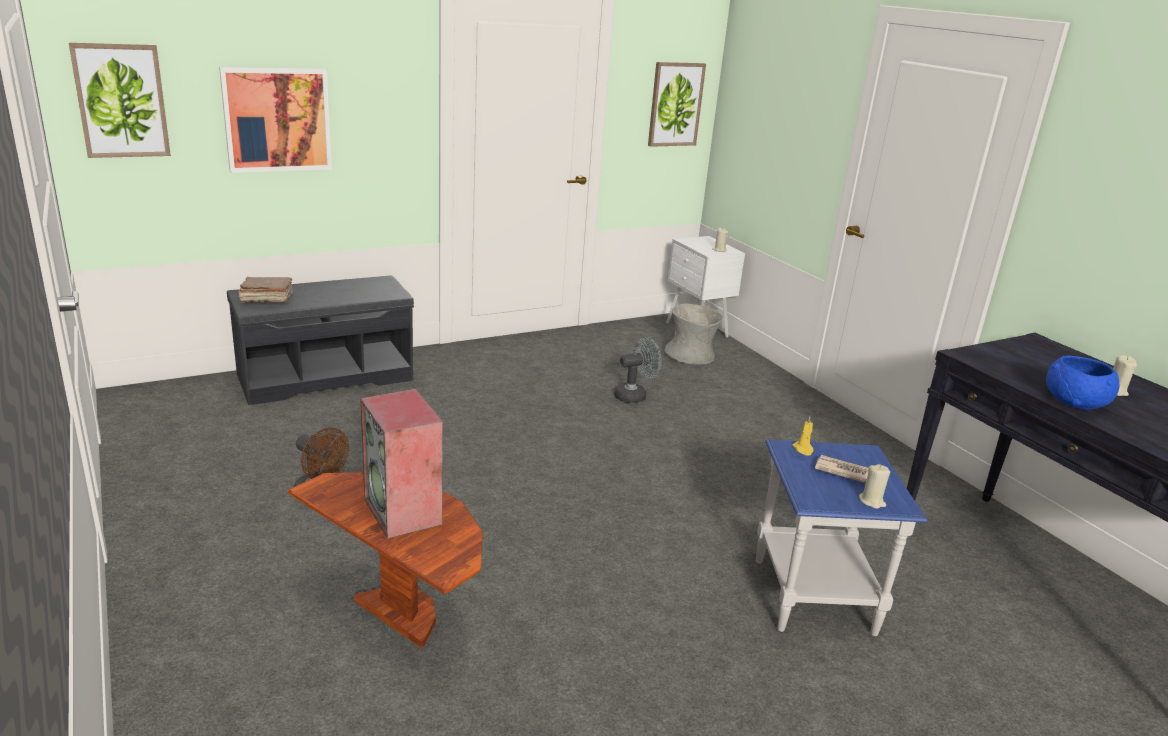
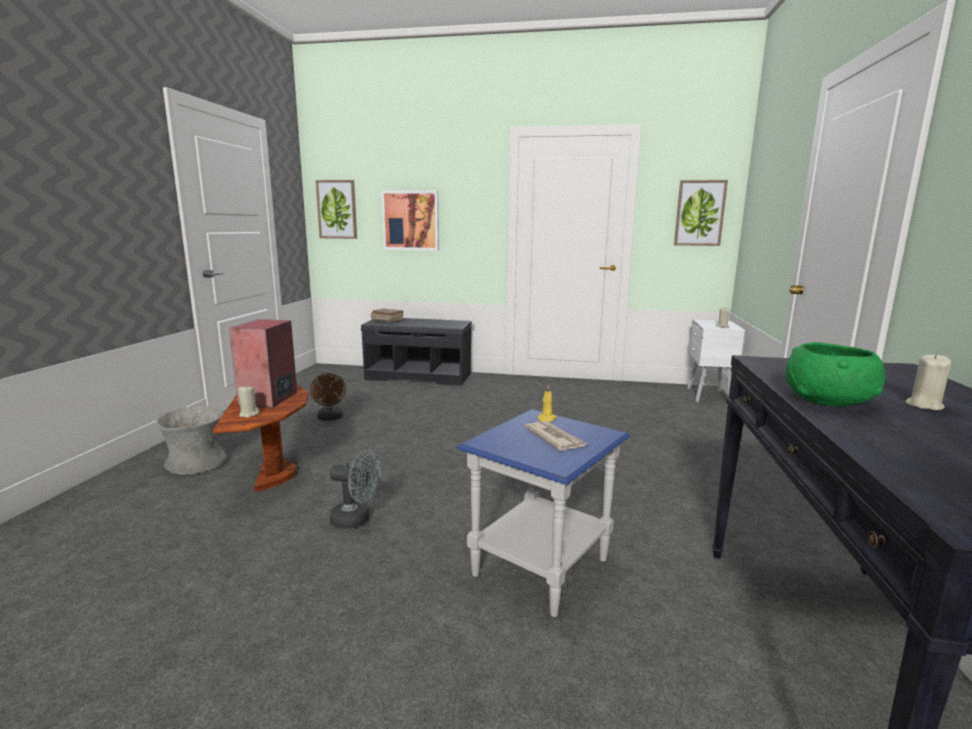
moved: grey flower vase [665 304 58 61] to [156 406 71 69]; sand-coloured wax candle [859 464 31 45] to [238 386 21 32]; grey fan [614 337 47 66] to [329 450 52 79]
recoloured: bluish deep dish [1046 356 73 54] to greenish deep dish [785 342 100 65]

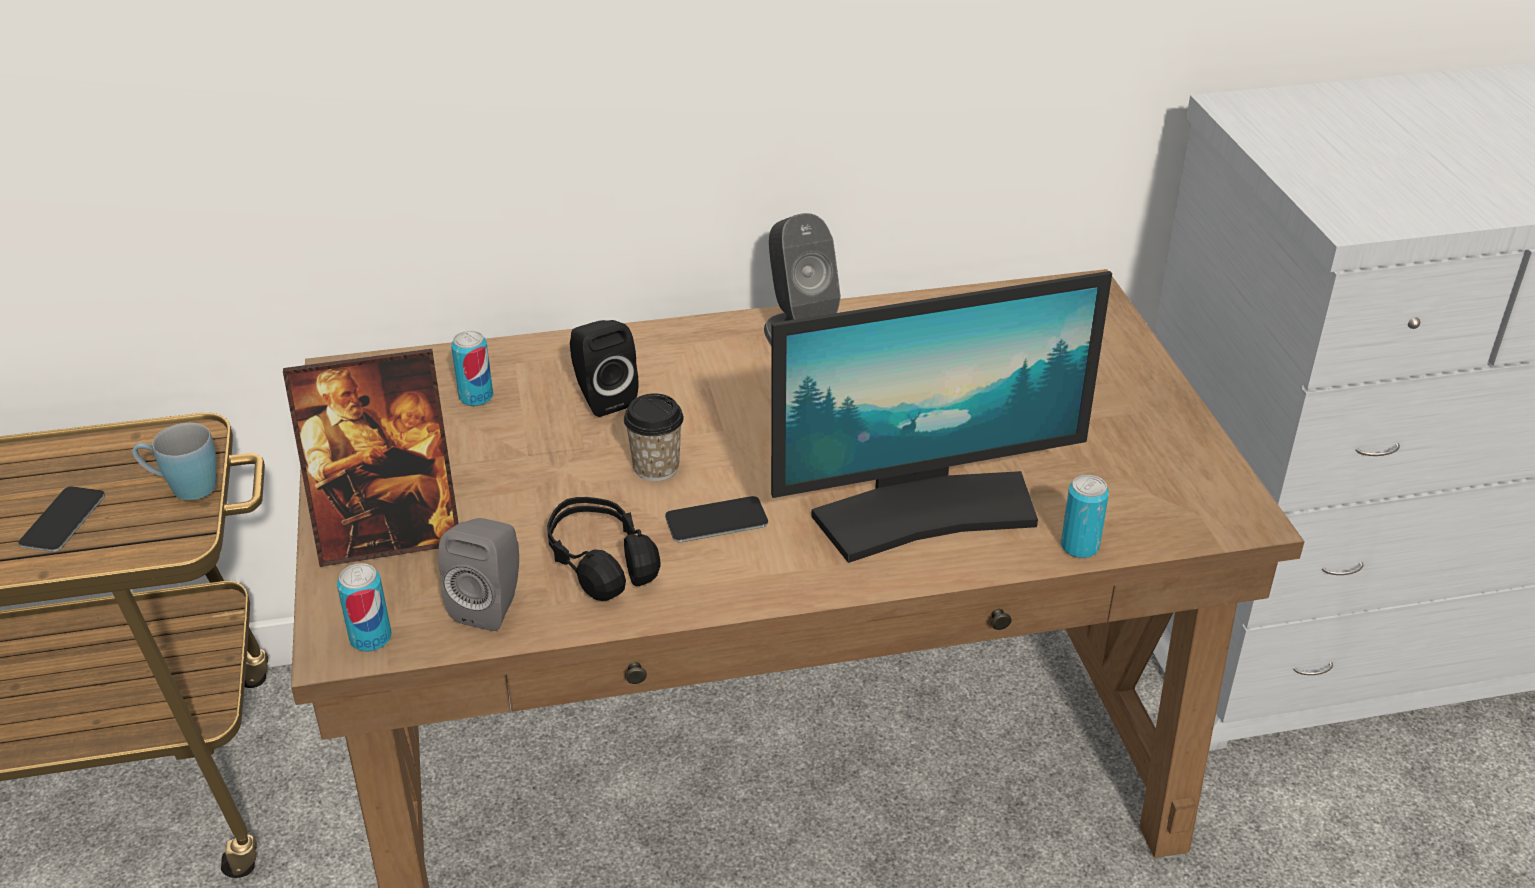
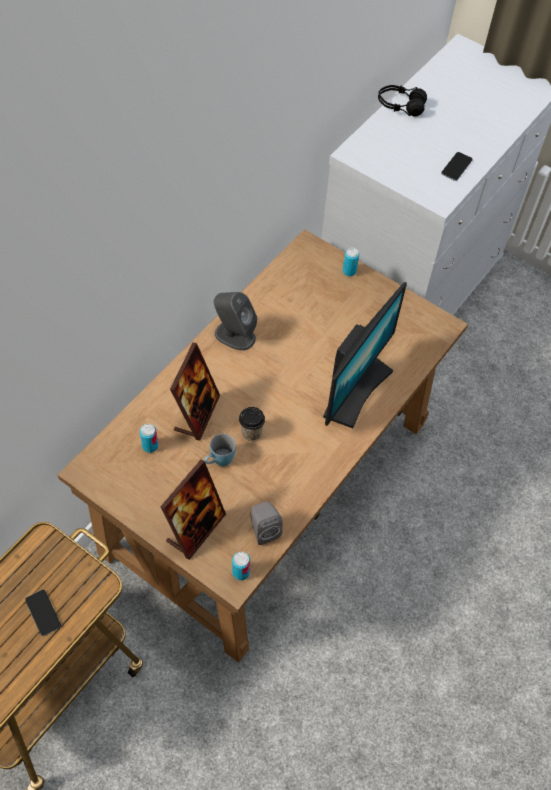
moved: bluish mug [132 423 84 77] to [204 434 32 32]; can [1061 475 48 83] to [343 248 17 28]; blackish headphones [547 497 114 104] to [378 85 49 31]; phone [665 496 103 47] to [441 152 32 29]
replaced: blackish loudspeaker [570 320 69 97] to standing frame [170 343 50 98]

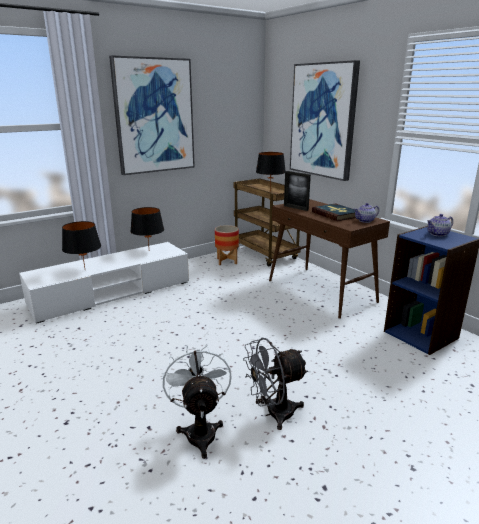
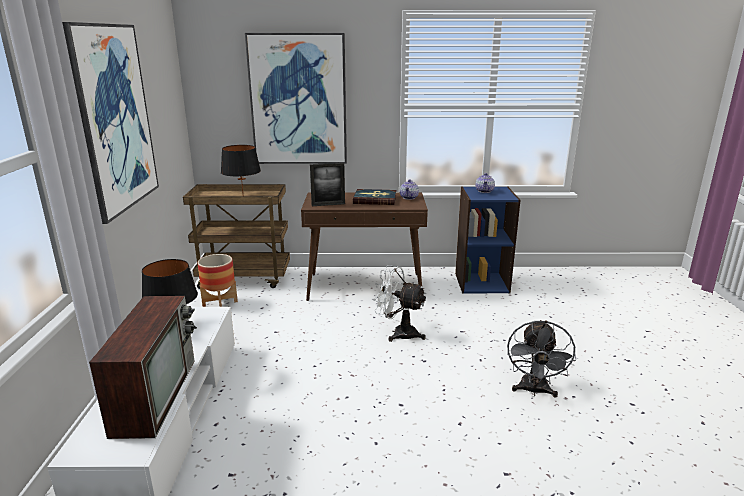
moved: white fan [163 344 69 115] to [373 265 53 77]
replaced: blackish table lamp [62 221 39 47] to TV set [89 296 108 143]

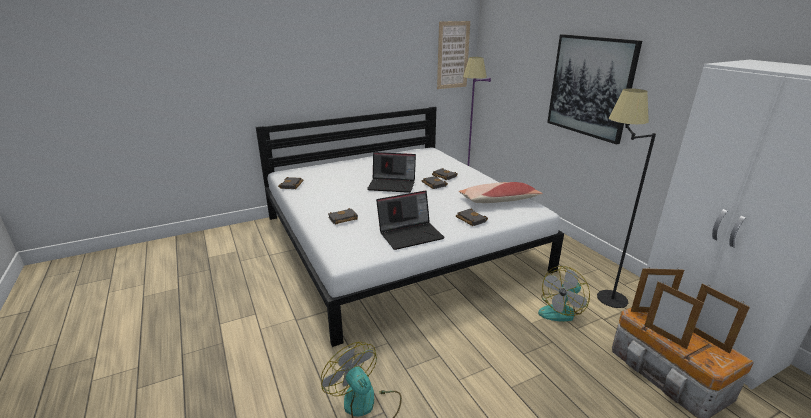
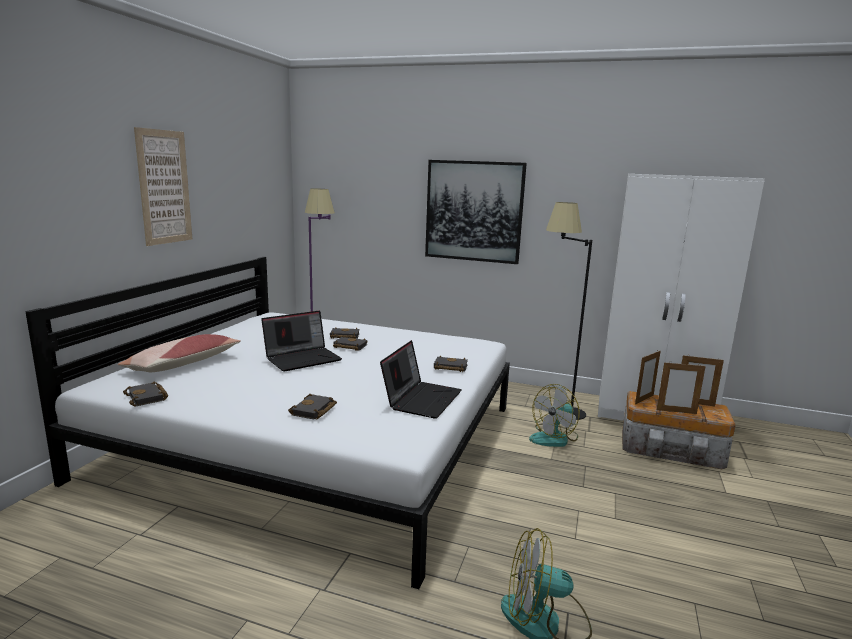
moved: throw pillow [459 182 84 21] to [118 334 123 38]; wall art [437 21 33 68] to [134 127 58 119]
turned: fan [538 266 52 56] = [529 384 51 63] 45 degrees clockwise

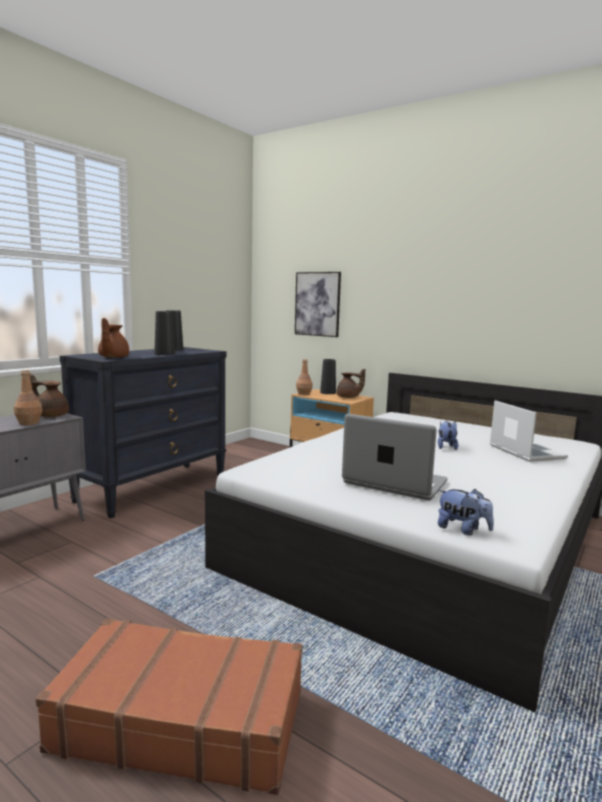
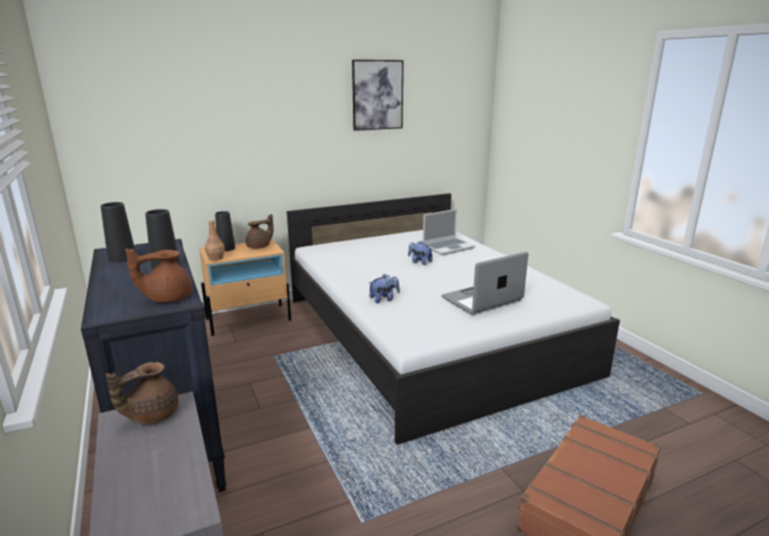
removed: brown bottle [14 370 28 55]
moved: wall art [295 272 46 65] to [352 60 51 71]; plush toy [438 489 56 46] to [369 274 31 29]
turned: brown pot for tea [98 318 31 40] = [125 248 67 54] 120 degrees clockwise; laptop [490 401 78 61] = [423 209 52 46] 135 degrees clockwise

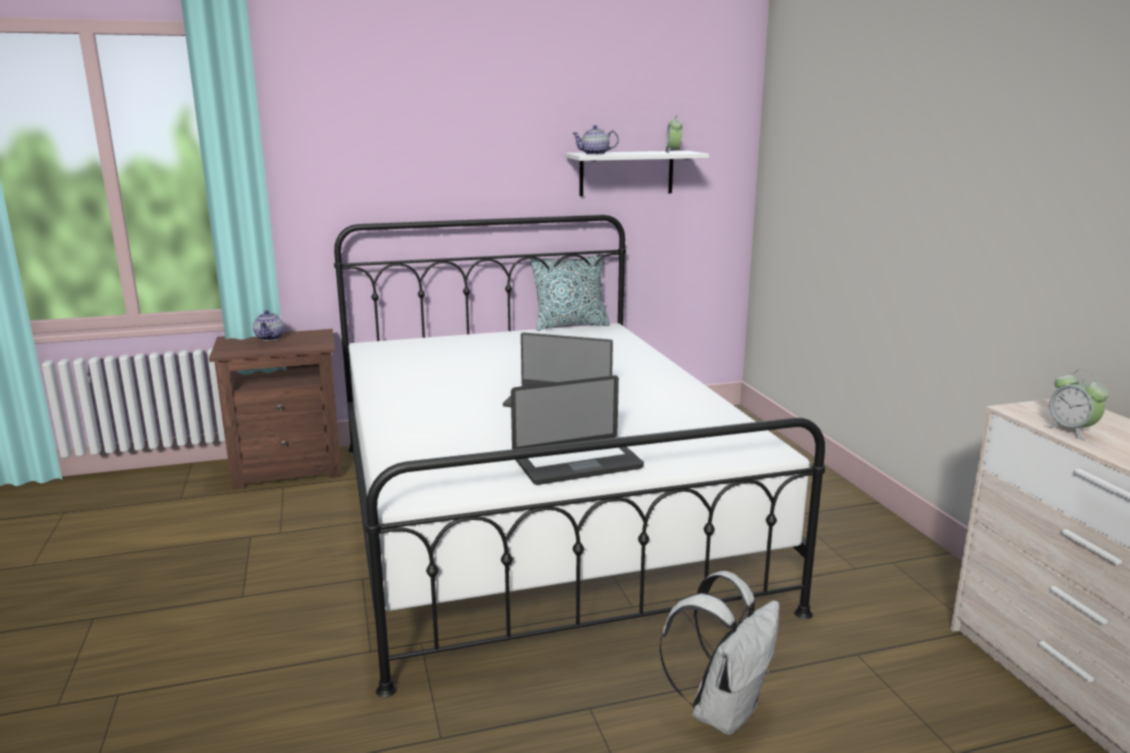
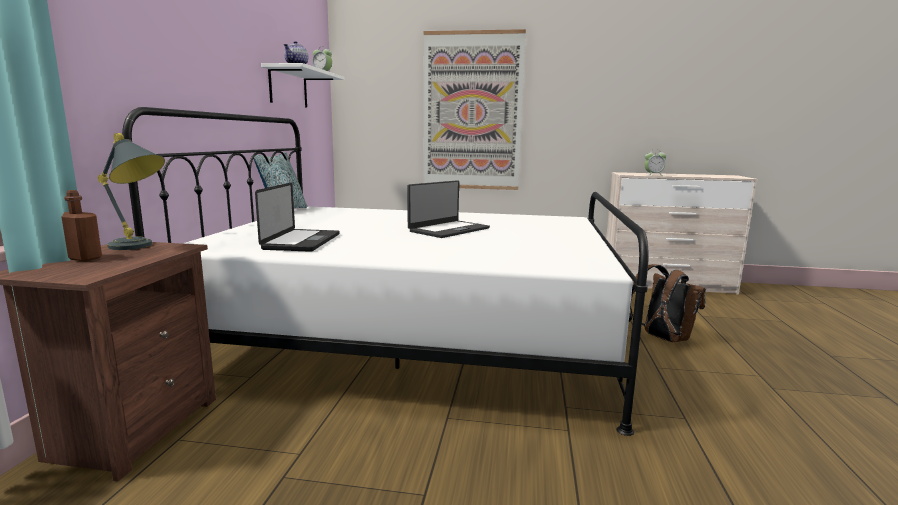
added: grey table lamp [98 133 67 117]; wall art [423 29 103 161]
moved: laptop [511 376 133 109] to [255 182 85 70]
replaced: pot for tea [253 310 31 31] to brown bottle [61 190 41 72]
recoloured: white knapsack [659 571 120 164] to brown knapsack [630 264 76 78]

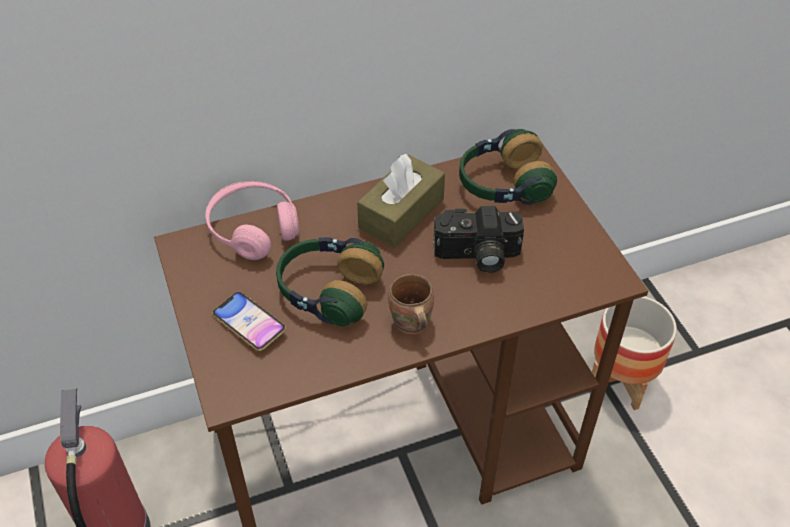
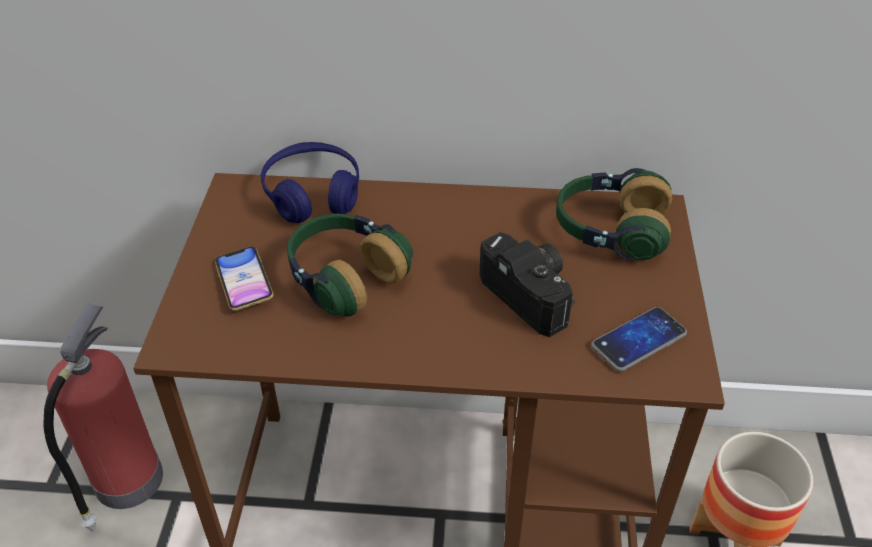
removed: brown tissue holder [357 154 88 94]; brown mug [388 274 46 60]
added: phone [591 307 96 65]
recoloured: pink-coloured headphones [205 181 94 79] to bluish headphones [261 142 98 81]
turned: photo camera [434 206 90 67] = [479 232 96 105] 150 degrees counterclockwise

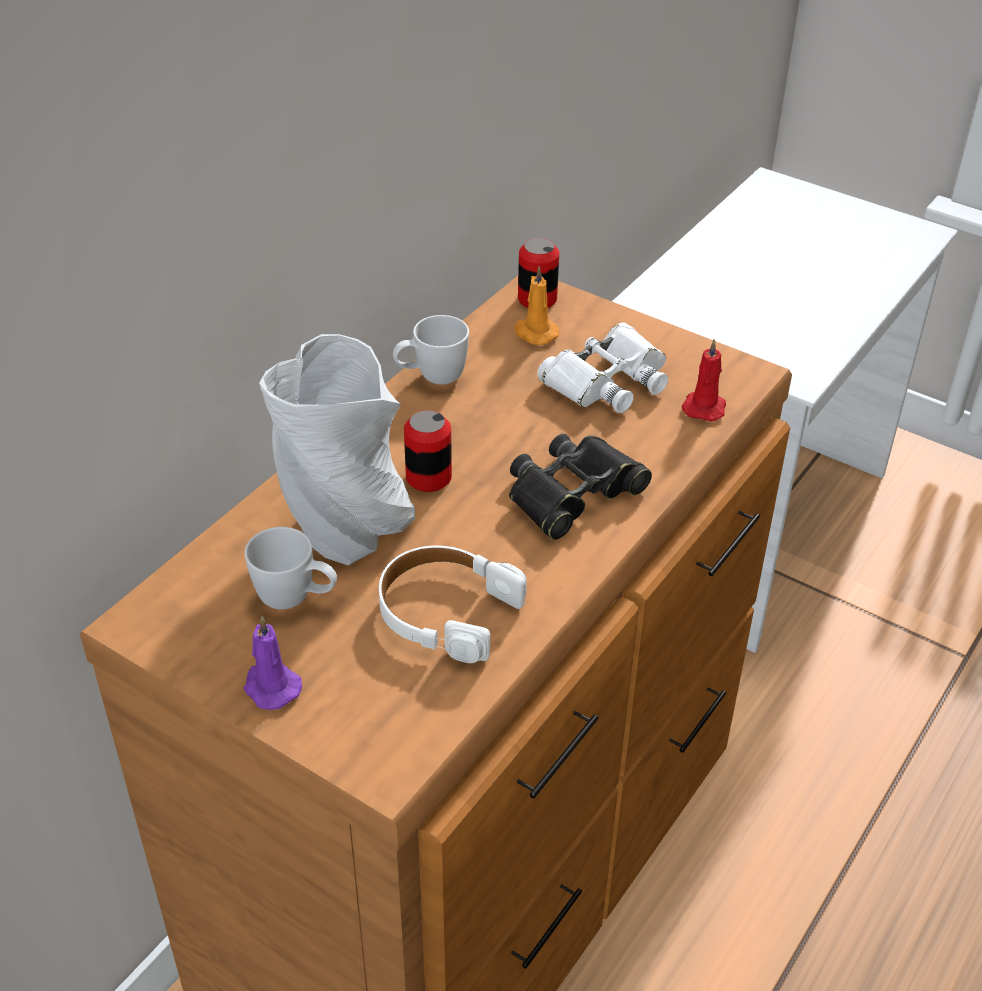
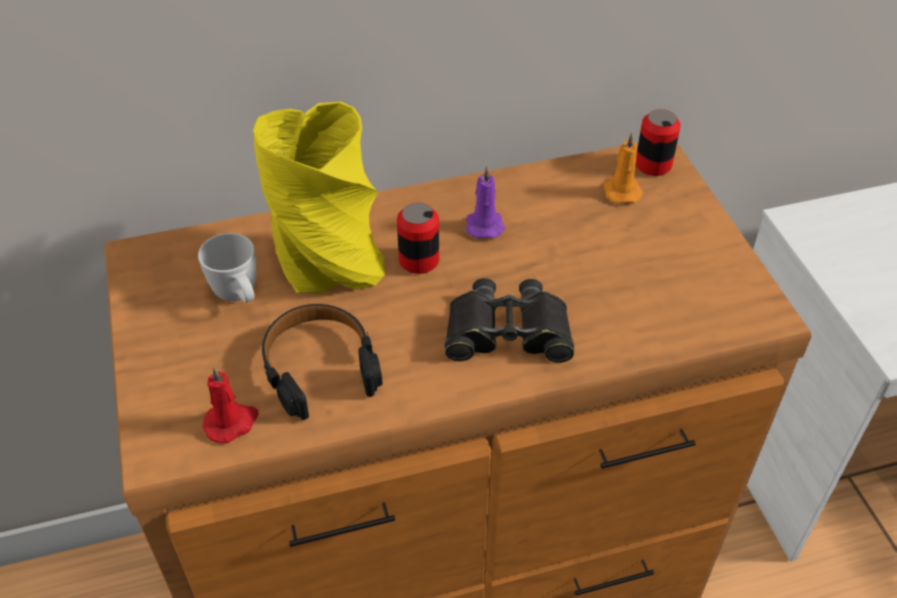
removed: white mug [393 315 76 70]; white binoculars [537 322 131 91]
moved: red-coloured wax candle [682 338 44 84] to [202 366 57 77]; purple-coloured wax candle [243 616 59 94] to [466 166 39 73]
recoloured: grey flower vase [259 334 156 231] to yellowish flower vase [253 102 132 191]; white headphones [379 546 148 117] to blackish headphones [262 304 121 116]

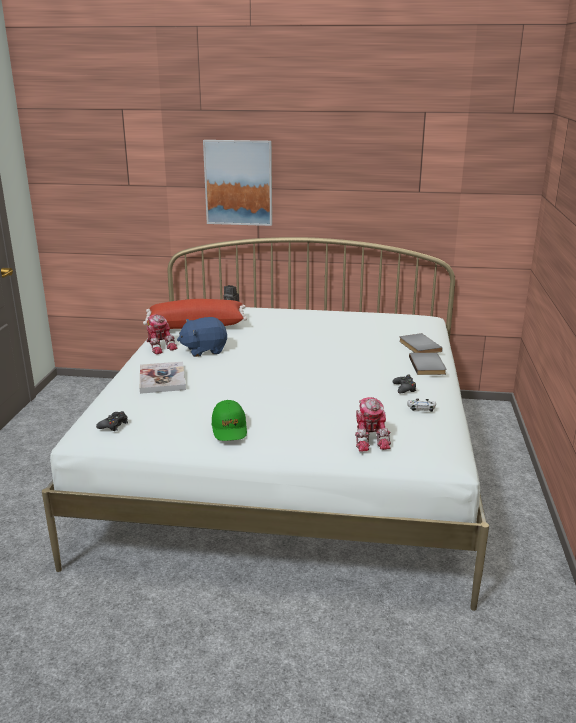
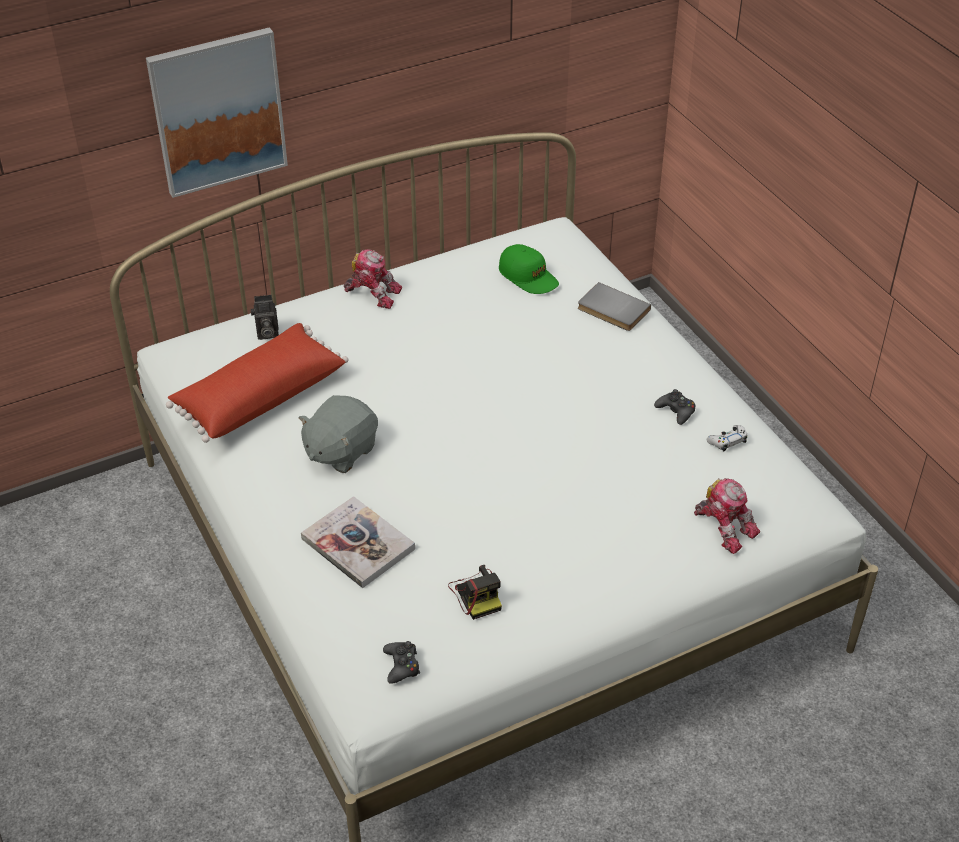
removed: grey volume [409 353 37 22]
added: photo camera [448 565 54 55]
moved: model robot [147 314 30 40] to [344 249 58 60]; greenish cap [212 400 35 41] to [499 244 60 50]
recoloured: bluish plush toy [177 317 50 40] to grey plush toy [298 395 80 78]

